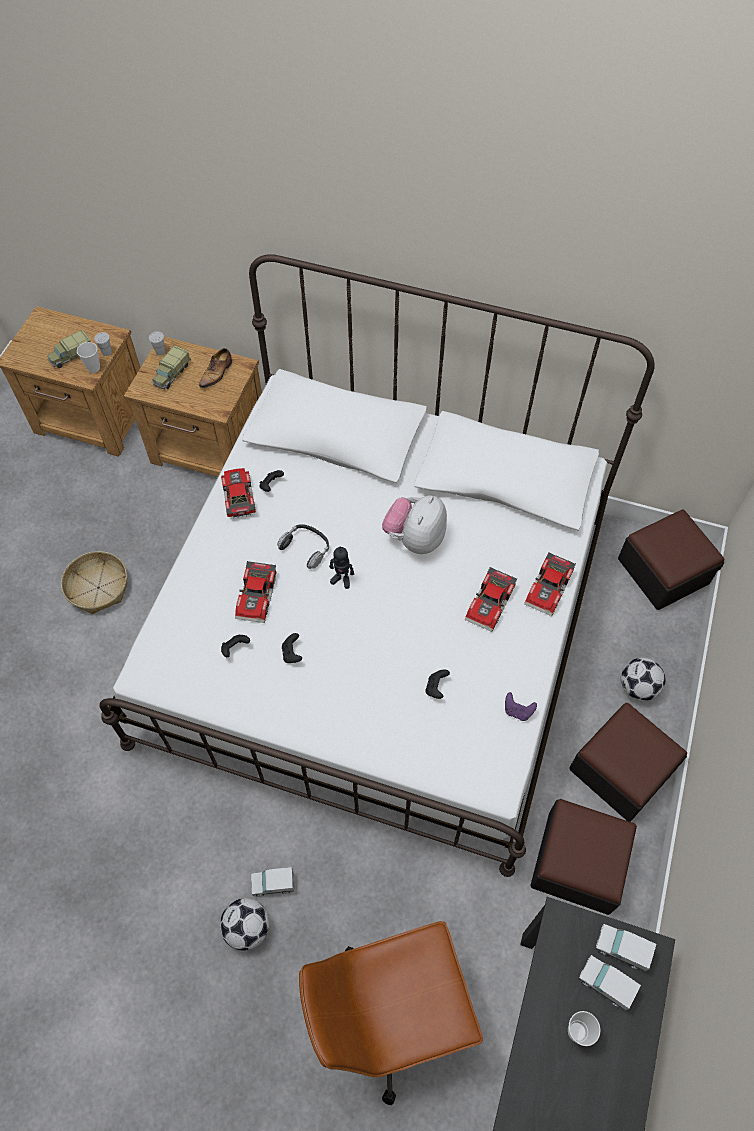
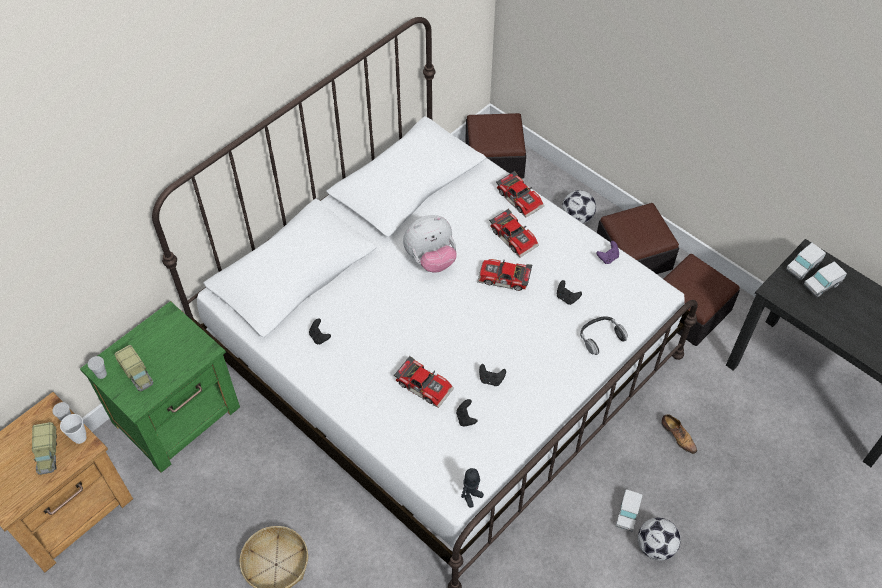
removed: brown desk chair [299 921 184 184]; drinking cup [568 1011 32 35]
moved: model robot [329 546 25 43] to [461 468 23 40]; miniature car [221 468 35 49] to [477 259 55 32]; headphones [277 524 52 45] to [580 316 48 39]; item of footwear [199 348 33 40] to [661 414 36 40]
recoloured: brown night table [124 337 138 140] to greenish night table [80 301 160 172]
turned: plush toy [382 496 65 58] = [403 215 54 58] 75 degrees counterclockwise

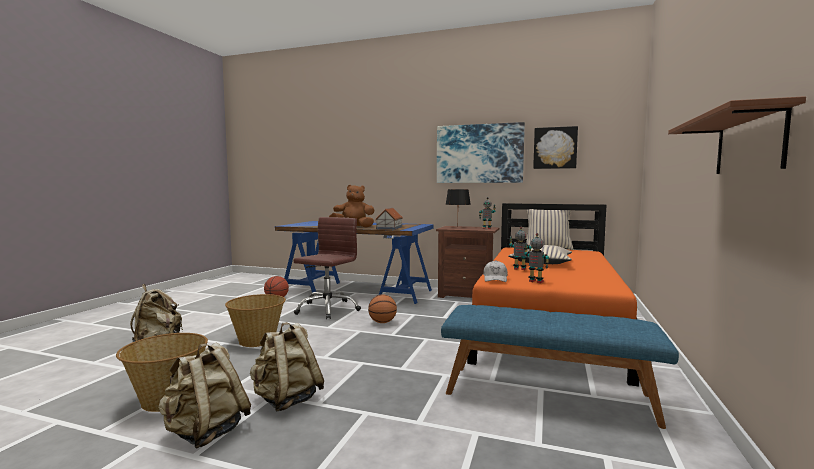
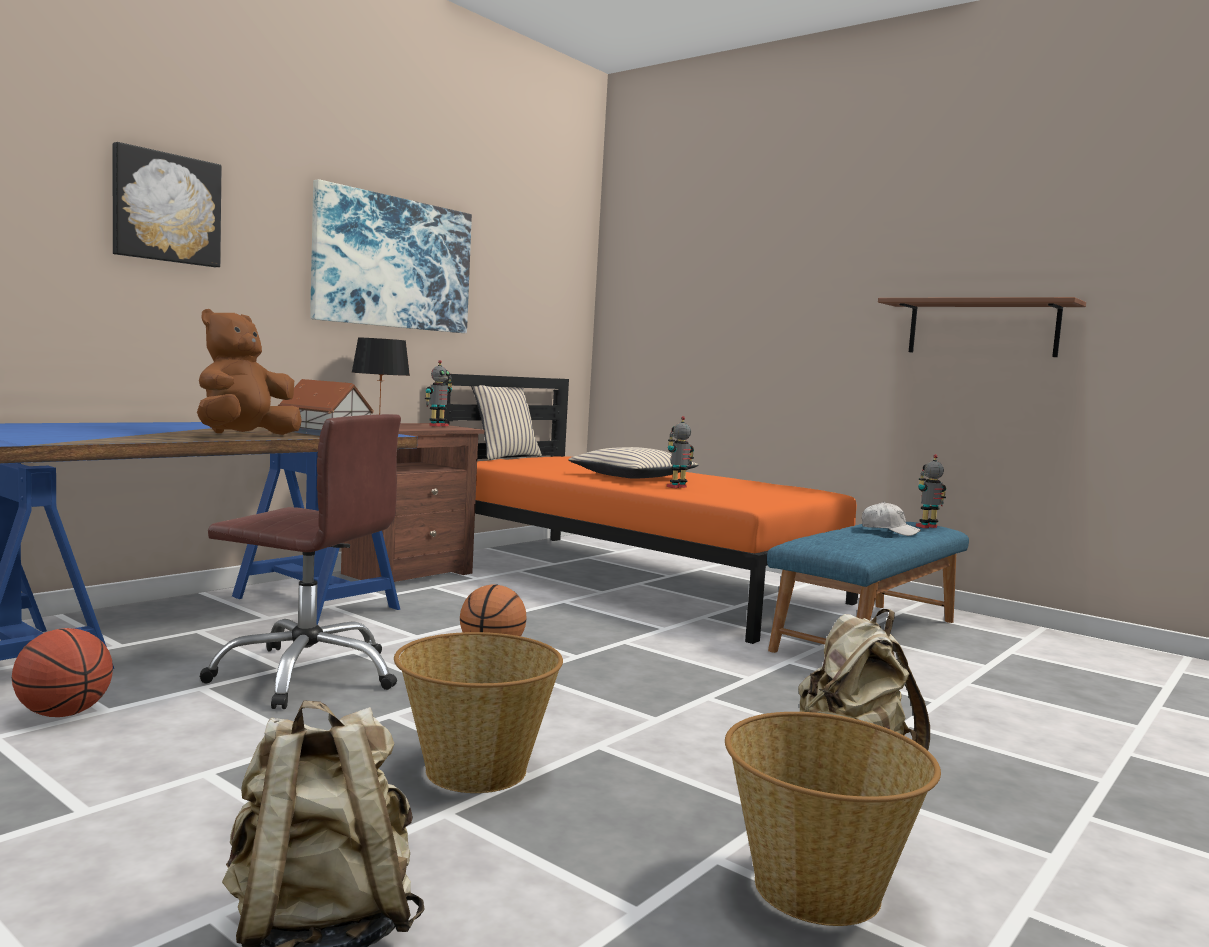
removed: sand-coloured knapsack [158 343 93 106]
moved: wall art [533 126 45 43] to [112 142 109 125]; white cap [483 260 25 22] to [862 502 59 34]; model robot [524 233 25 50] to [916 454 30 74]
turned: brown desk chair [293 217 68 102] = [200 414 201 295] 150 degrees clockwise

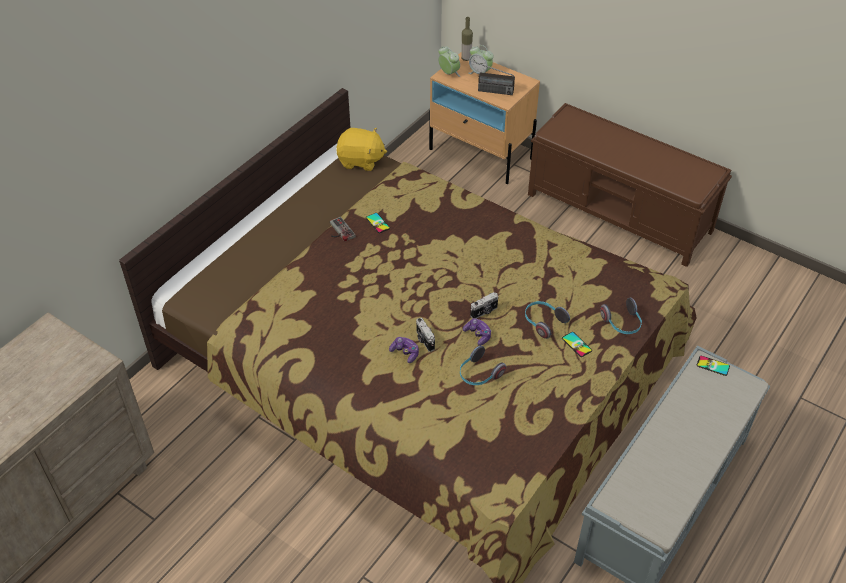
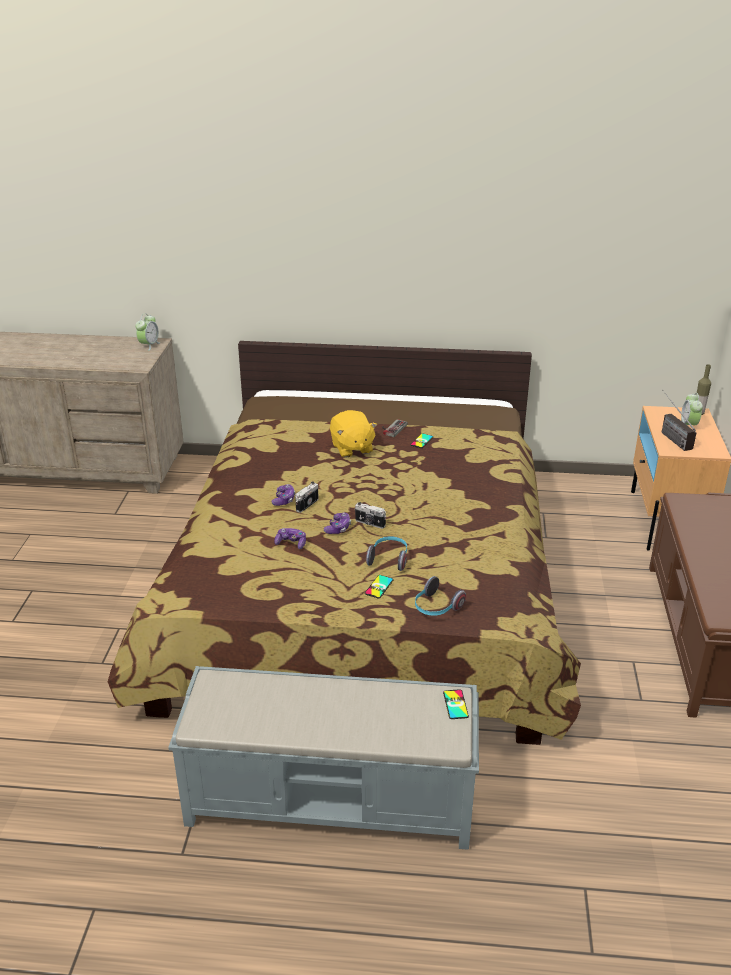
moved: alarm clock [438 46 22 31] to [135 313 26 38]; yellowish plush toy [337 128 50 43] to [330 410 47 48]
replaced: headphones [460 346 46 39] to gamepad [274 528 32 21]

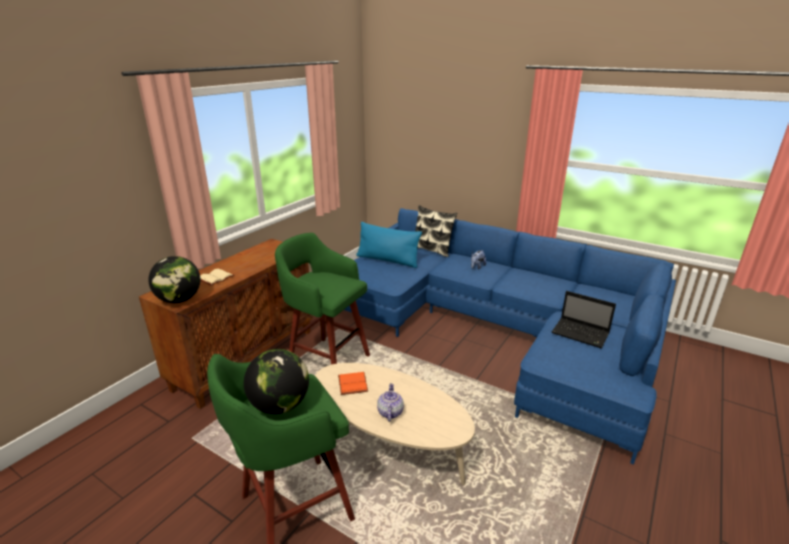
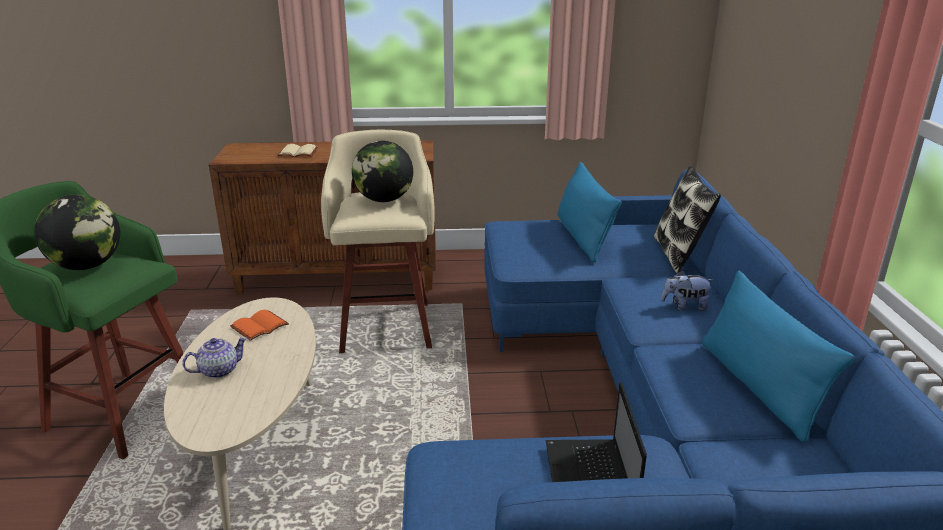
added: bluish throw pillow [701 271 154 172]
moved: world globe [149 256 51 47] to [352 141 61 61]
recoloured: greenish sitting stool [275 233 95 132] to sand-coloured sitting stool [321 130 114 223]

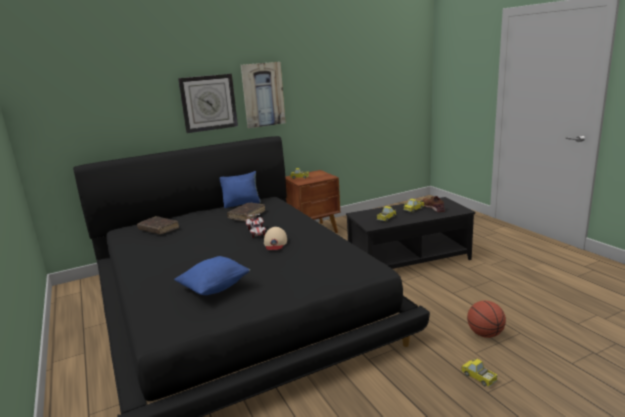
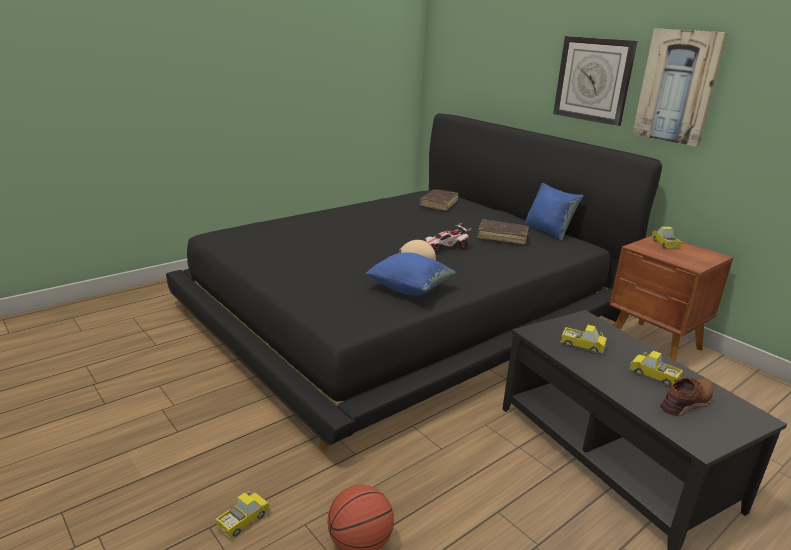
moved: bluish throw pillow [174 256 76 39] to [366 253 91 43]

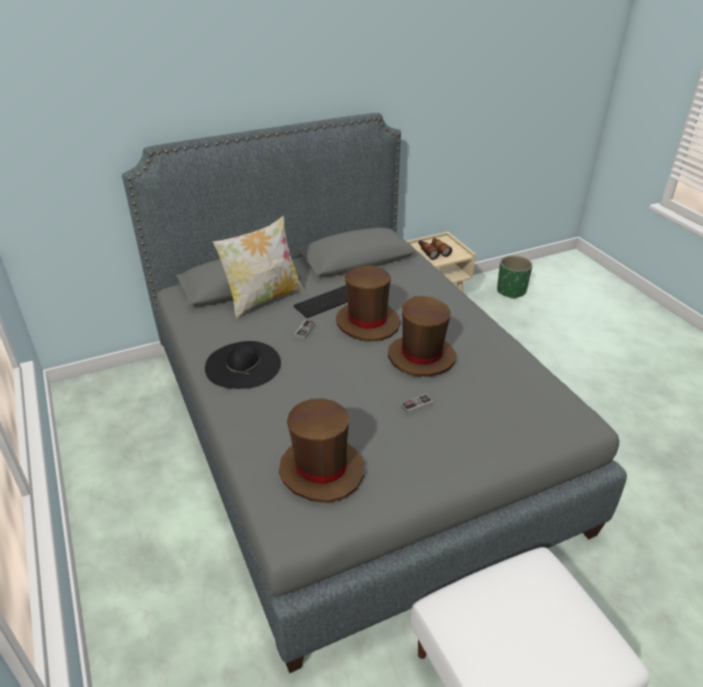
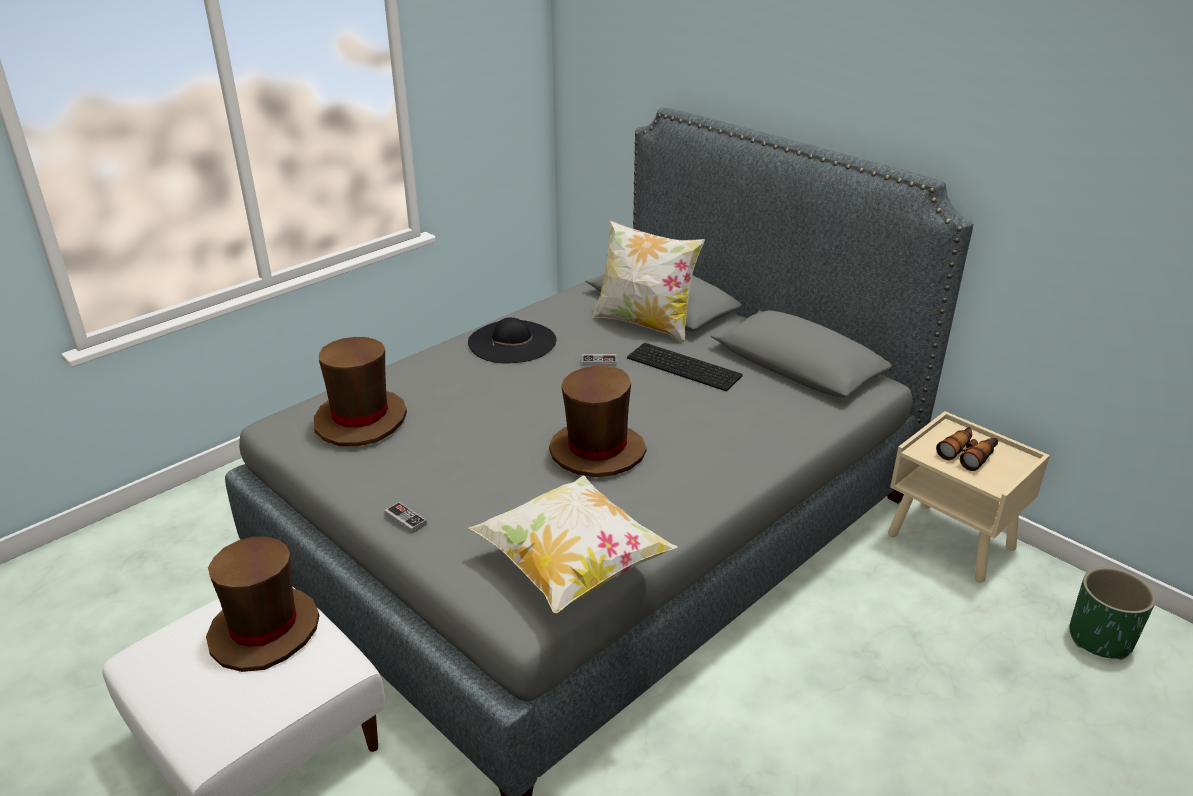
added: throw pillow [469 475 208 138]
moved: brown clothing hat [336 265 64 77] to [206 537 114 135]; gamepad [401 394 33 20] to [384 502 43 32]

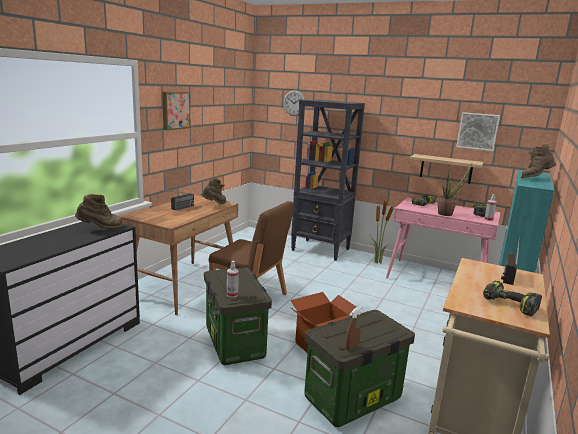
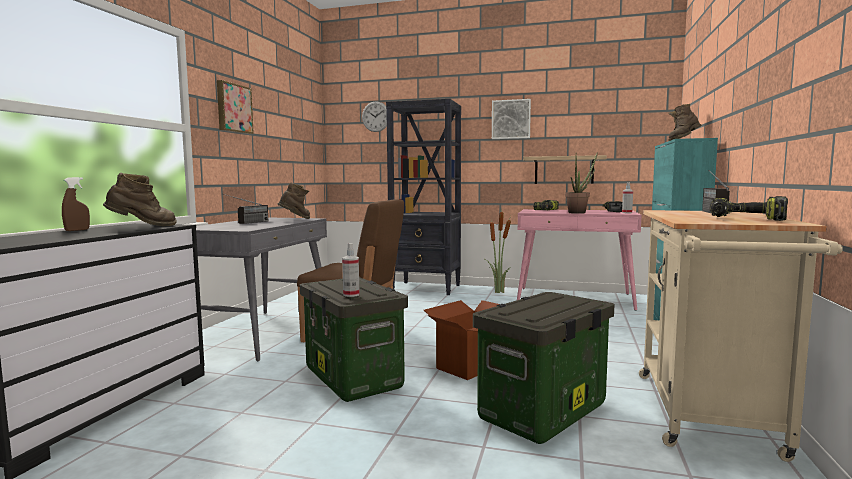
moved: brown spray bottle [345 307 16 43] to [62 177 28 54]; wall art [456 112 44 39] to [492 99 39 40]
recoloured: brown desk unit [121 195 117 120] to grey desk unit [196 217 131 145]

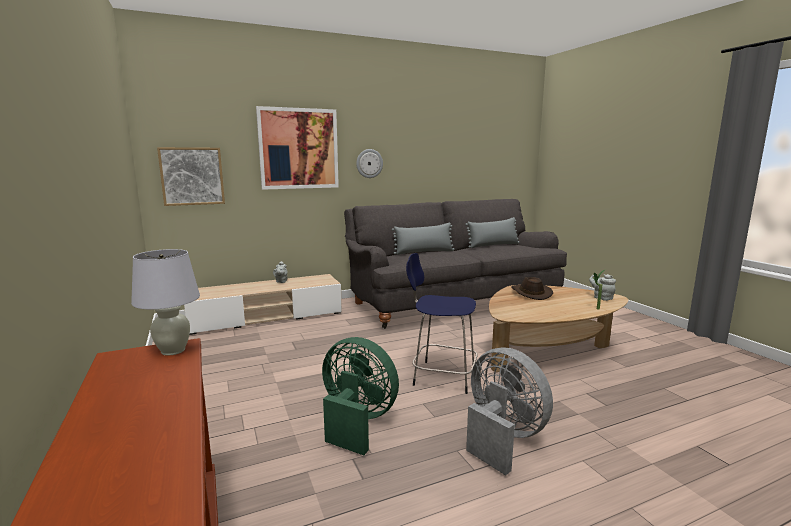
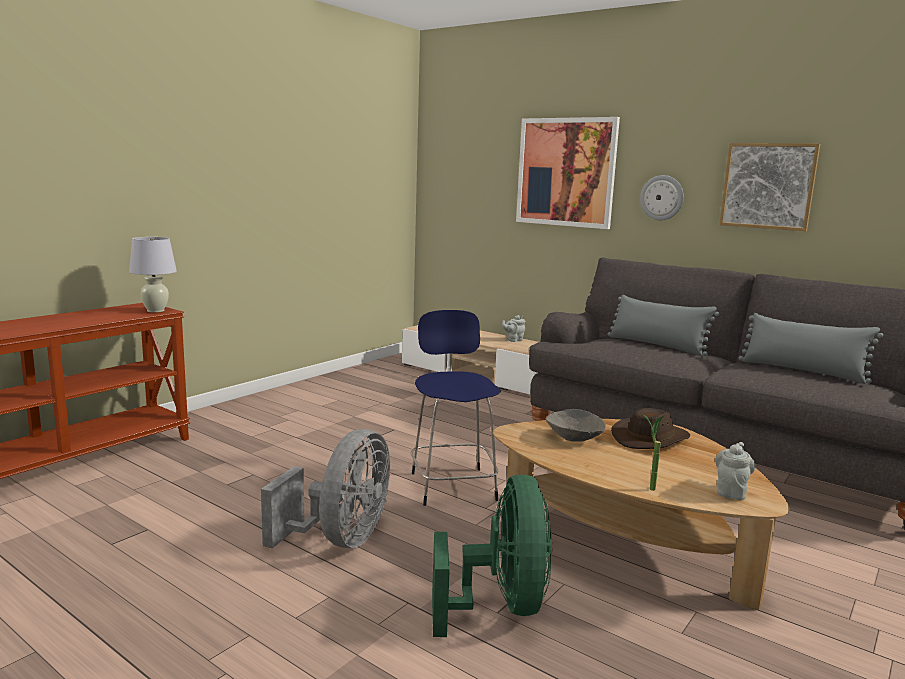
added: grey deep dish [546 409 60 33]
moved: greenish fan [322 337 77 118] to [432 474 120 163]; wall art [157 147 68 59] to [719 143 101 88]

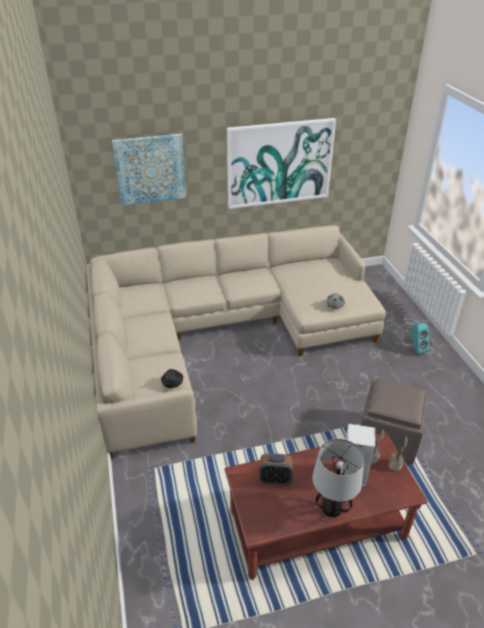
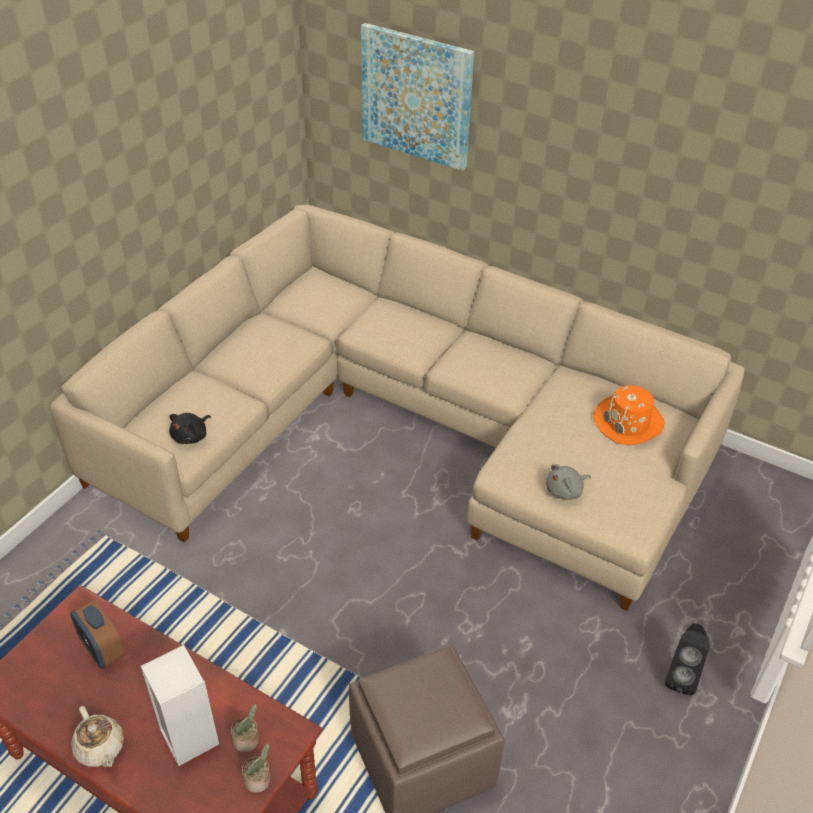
removed: wall art [227 118 109 91]
added: orange clothing hat [593 385 71 60]
replaced: table lamp [312 439 52 78] to sand-coloured pot for tea [71 706 53 61]
recoloured: turquoise-coloured loudspeaker [412 323 18 32] to blackish loudspeaker [665 624 45 71]

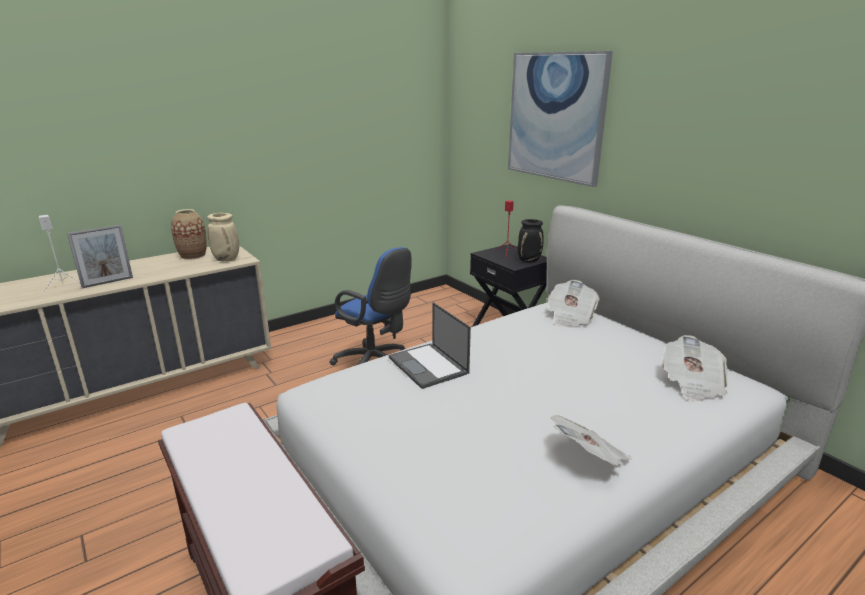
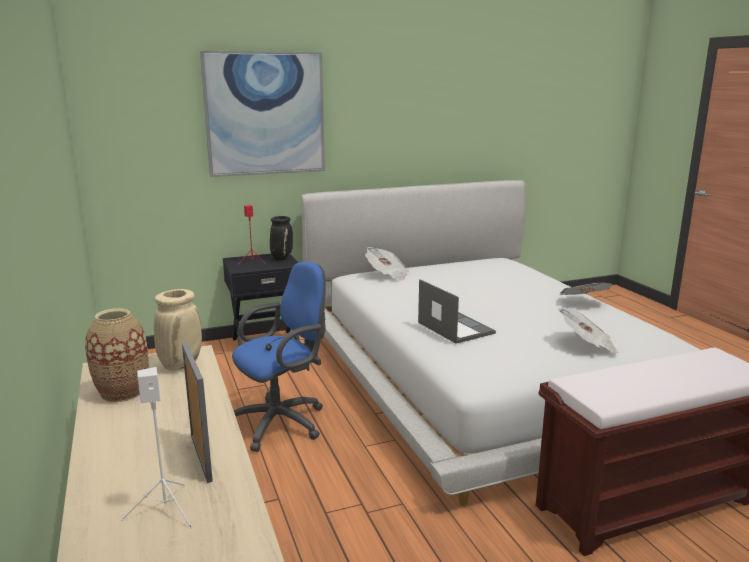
moved: newspaper [662 335 66 66] to [558 308 61 45]
turned: laptop [389 302 82 87] = [418 279 78 65] 105 degrees counterclockwise

